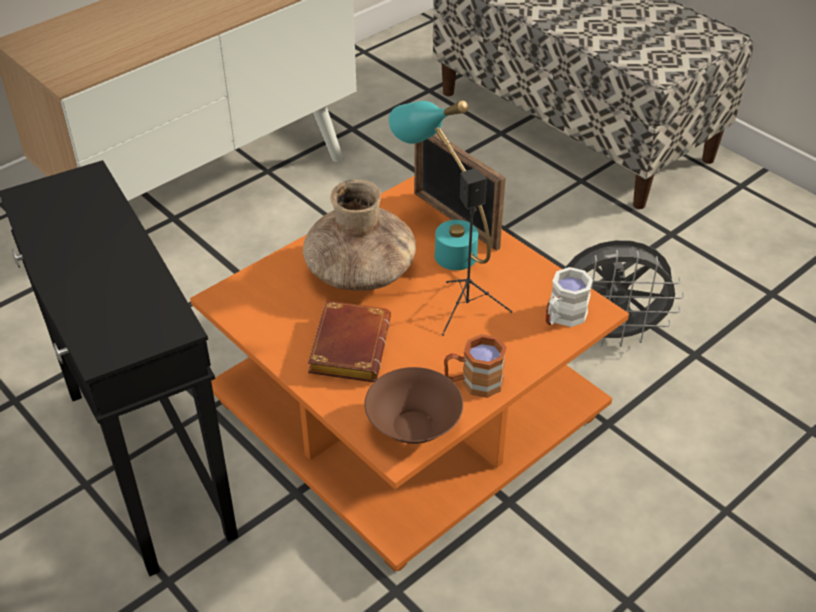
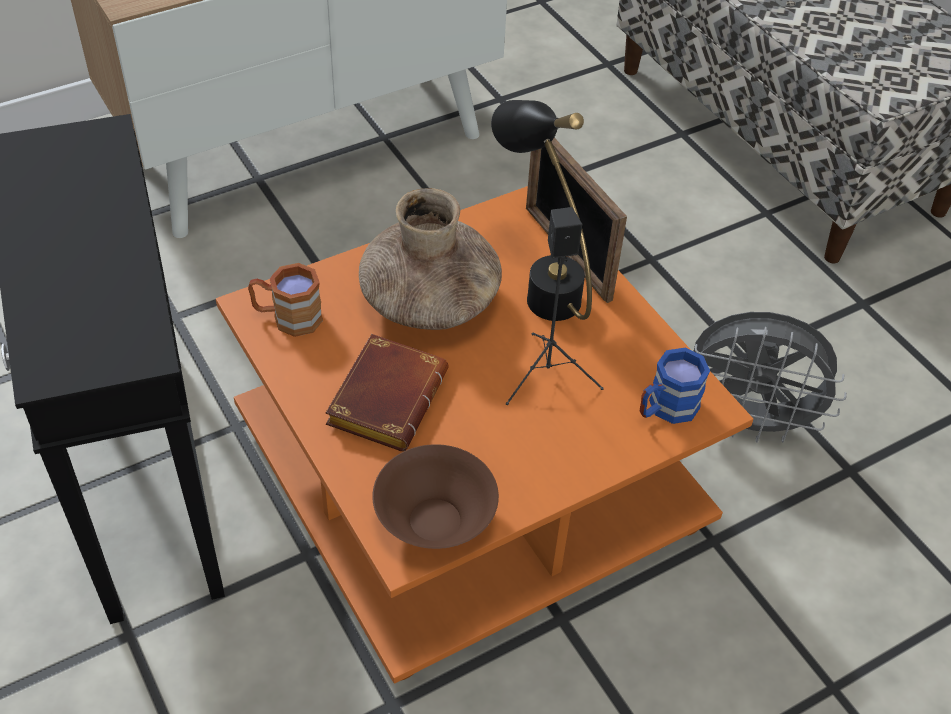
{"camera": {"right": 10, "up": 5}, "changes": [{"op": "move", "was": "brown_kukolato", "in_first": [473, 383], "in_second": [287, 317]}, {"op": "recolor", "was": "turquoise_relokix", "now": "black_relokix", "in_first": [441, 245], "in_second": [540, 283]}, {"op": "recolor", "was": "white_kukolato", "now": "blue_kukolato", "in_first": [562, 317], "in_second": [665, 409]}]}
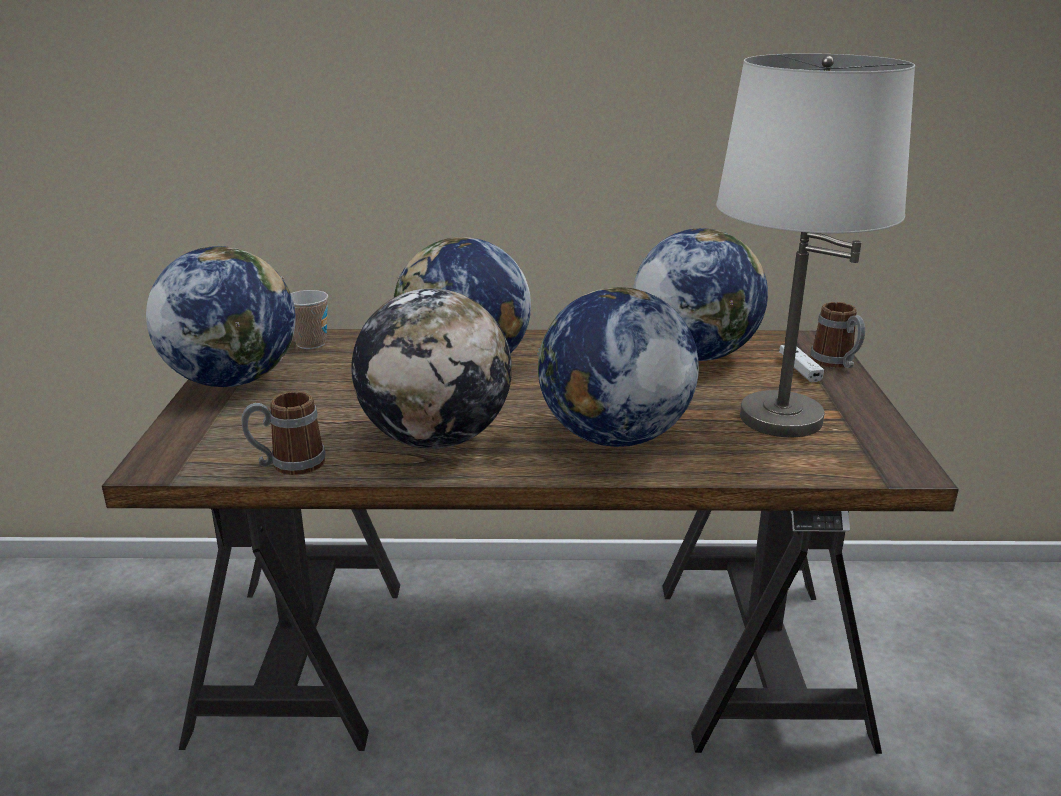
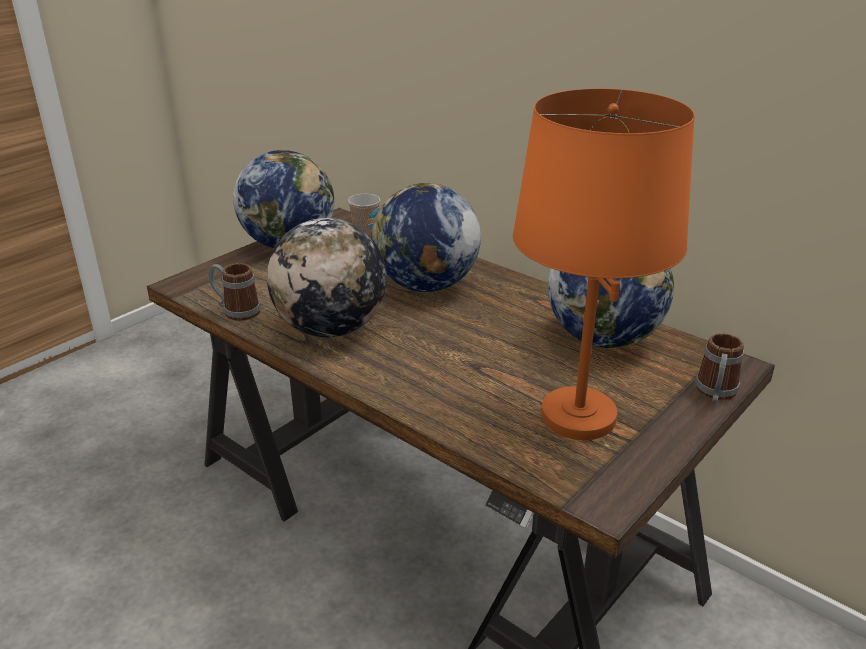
{"camera": {"right": 40, "up": 5}, "changes": [{"op": "delete", "was": "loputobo", "in_first": [613, 437]}, {"op": "delete", "was": "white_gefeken", "in_first": [799, 369]}, {"op": "recolor", "was": "white_relokix", "now": "orange_relokix", "in_first": [780, 419], "in_second": [577, 417]}]}
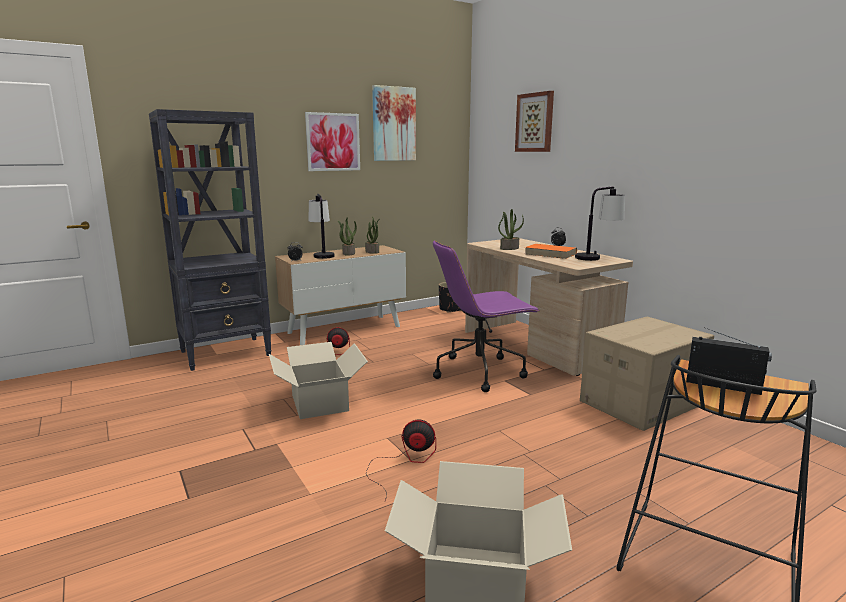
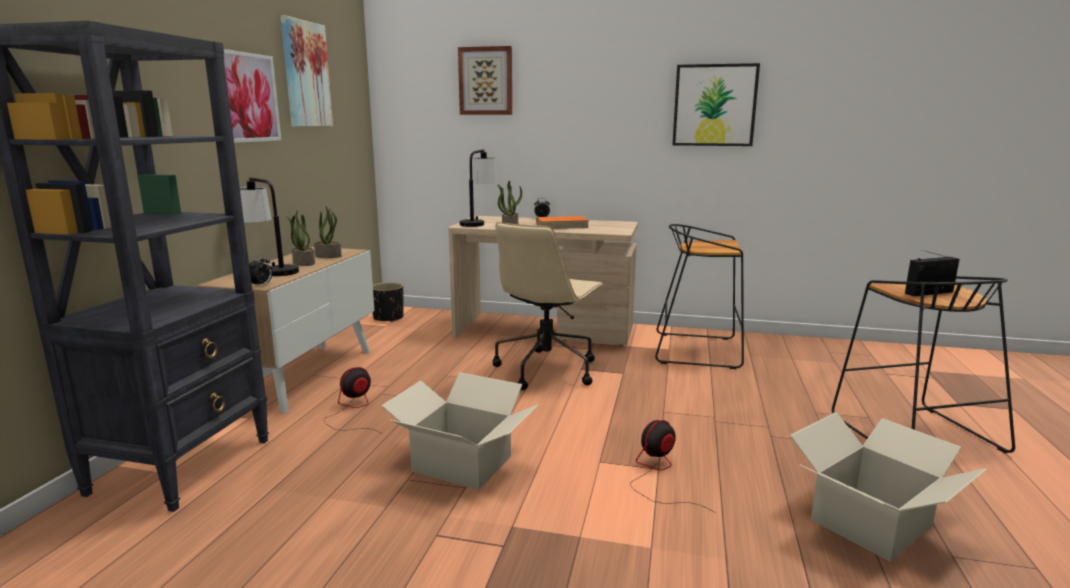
{"camera": {"right": -45, "up": 0}, "changes": [{"op": "insert", "now": "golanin", "in_second": [714, 105]}, {"op": "move", "was": "relokix", "in_first": [597, 257], "in_second": [478, 223]}, {"op": "replace", "was": "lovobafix", "now": "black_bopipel", "in_first": [640, 402], "in_second": [698, 350]}, {"op": "recolor", "was": "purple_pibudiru", "now": "beige_pibudiru", "in_first": [480, 372], "in_second": [546, 369]}]}
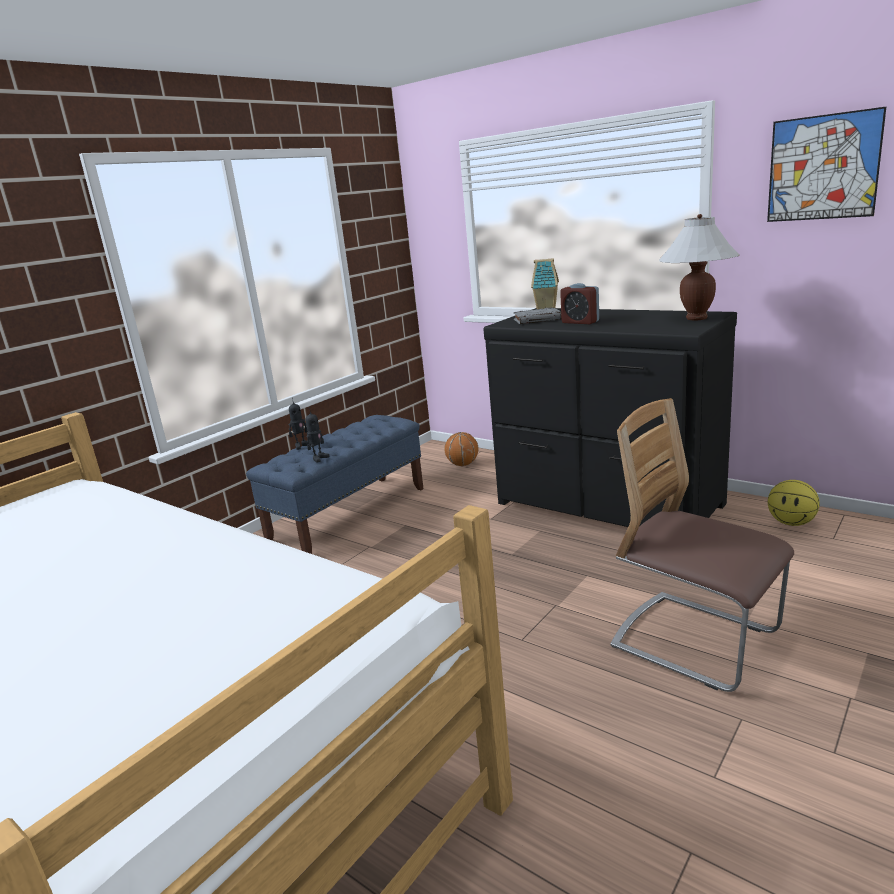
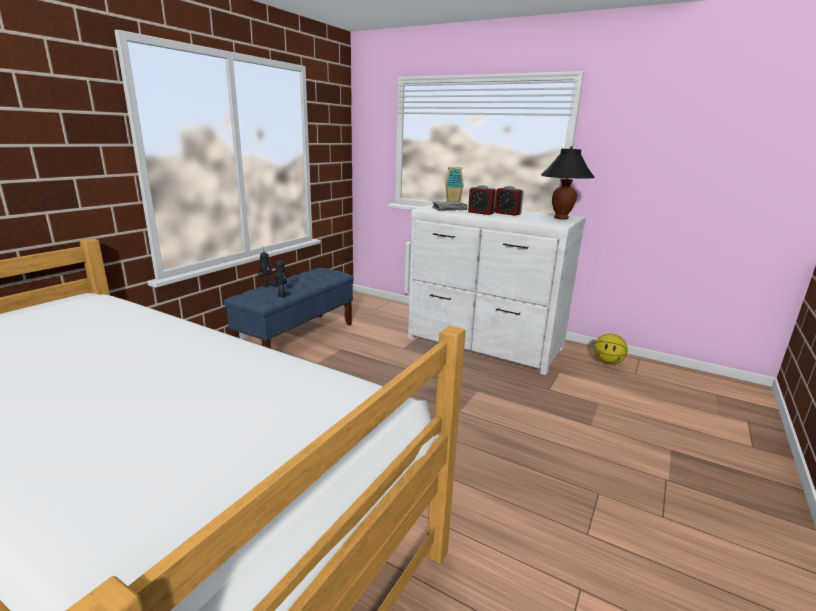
{"camera": {"right": -10, "up": 0}, "changes": [{"op": "delete", "was": "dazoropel", "in_first": [462, 464]}, {"op": "delete", "was": "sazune", "in_first": [695, 641]}, {"op": "delete", "was": "golanin", "in_first": [823, 168]}, {"op": "insert", "now": "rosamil", "in_second": [507, 213]}, {"op": "recolor", "was": "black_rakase", "now": "white_rakase", "in_first": [607, 505], "in_second": [484, 344]}, {"op": "recolor", "was": "white_relokix", "now": "black_relokix", "in_first": [696, 318], "in_second": [560, 218]}]}
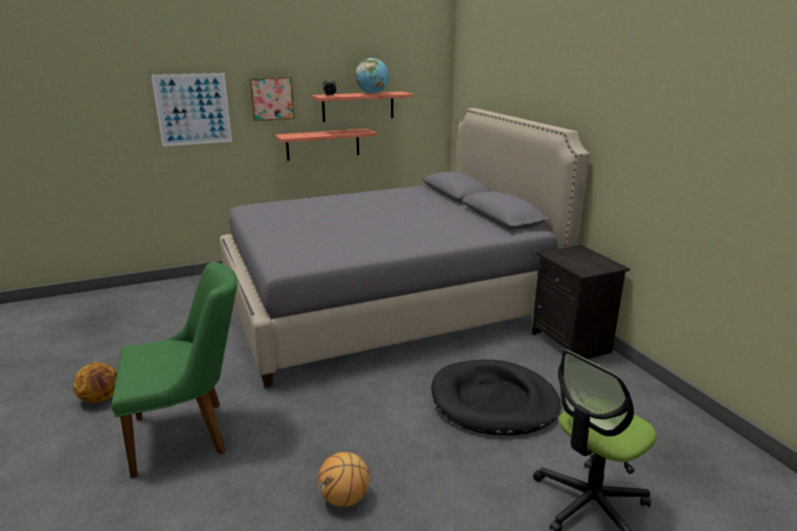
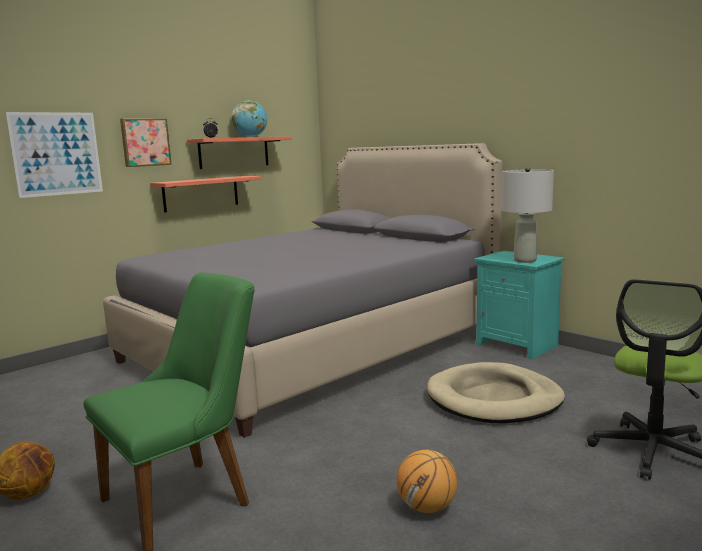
{"camera": {"right": -20, "up": -10}, "changes": [{"op": "insert", "now": "grey_relokix", "in_second": [524, 260]}, {"op": "recolor", "was": "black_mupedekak", "now": "beige_mupedekak", "in_first": [493, 402], "in_second": [494, 399]}, {"op": "recolor", "was": "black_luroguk", "now": "turquoise_luroguk", "in_first": [572, 343], "in_second": [518, 345]}]}
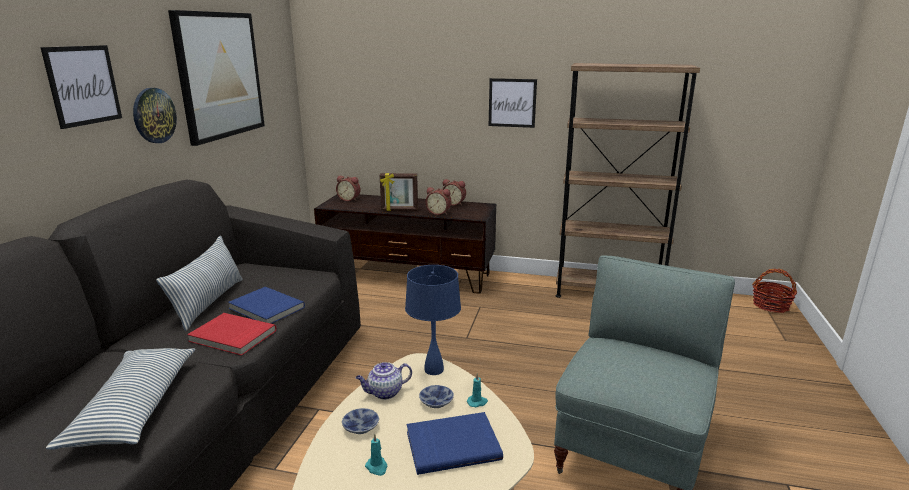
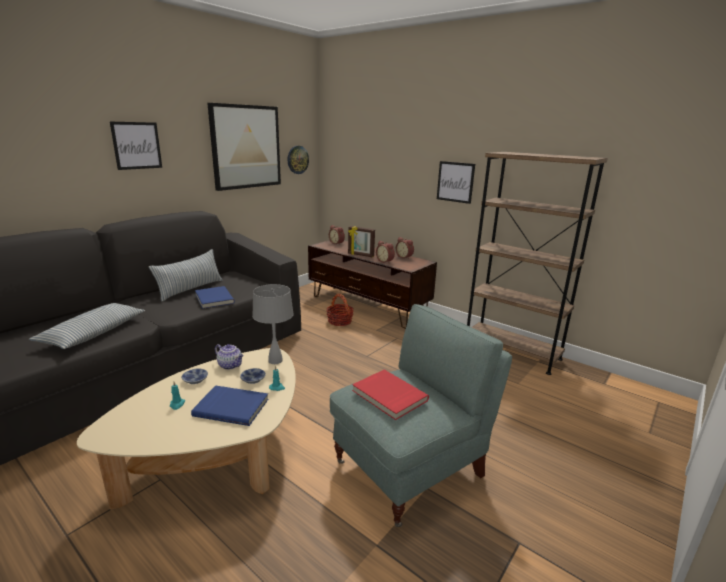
{"camera": {"right": 25, "up": 0}, "changes": [{"op": "move", "was": "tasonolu", "in_first": [154, 115], "in_second": [297, 159]}, {"op": "move", "was": "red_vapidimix", "in_first": [232, 337], "in_second": [388, 396]}, {"op": "move", "was": "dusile", "in_first": [771, 305], "in_second": [340, 321]}, {"op": "recolor", "was": "blue_relokix", "now": "grey_relokix", "in_first": [433, 369], "in_second": [275, 360]}, {"op": "rotate", "was": "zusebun", "in_first": [384, 393], "in_second": [230, 365], "clockwise": -150}]}
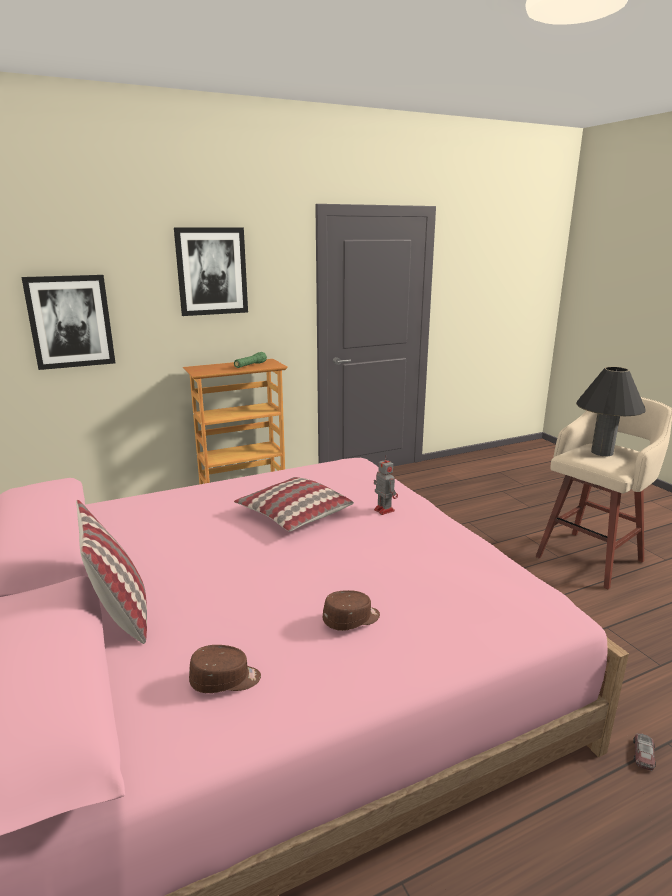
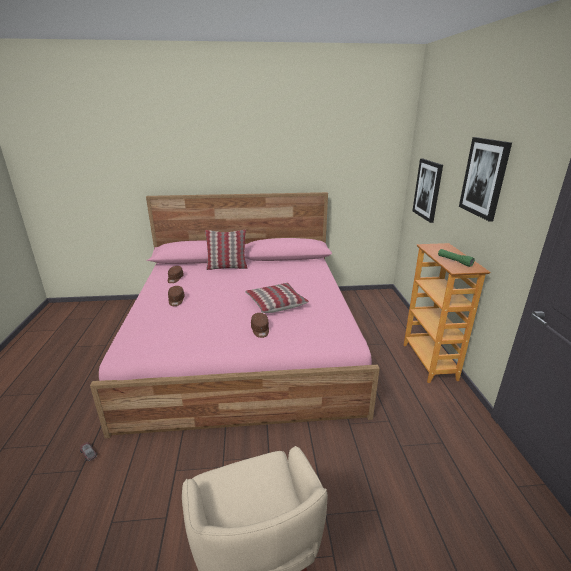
{"camera": {"right": 110, "up": 5}, "changes": [{"op": "delete", "was": "black_relokix", "in_first": [602, 452]}, {"op": "replace", "was": "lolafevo", "now": "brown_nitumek", "in_first": [383, 510], "in_second": [260, 330]}]}
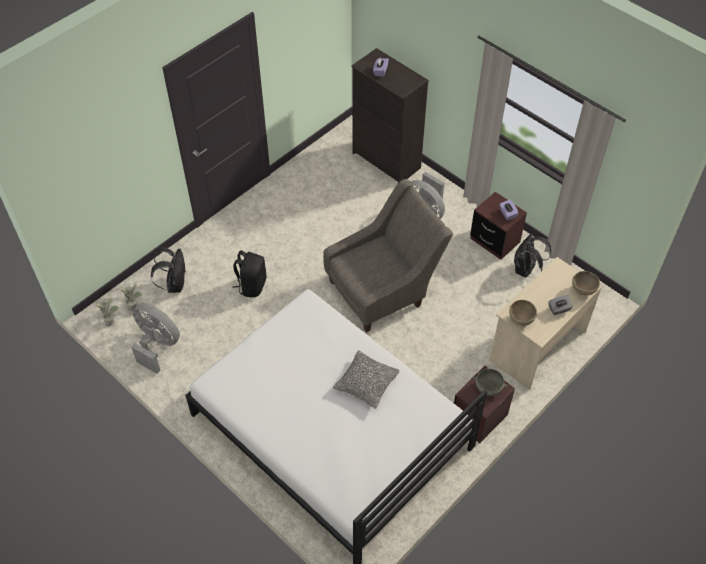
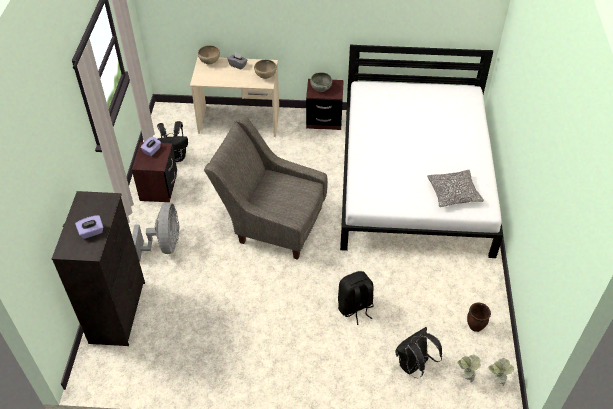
{"camera": {"right": -130, "up": -5}, "changes": [{"op": "move", "was": "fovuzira", "in_first": [366, 383], "in_second": [453, 193]}, {"op": "replace", "was": "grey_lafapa", "now": "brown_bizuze", "in_first": [157, 345], "in_second": [475, 326]}]}
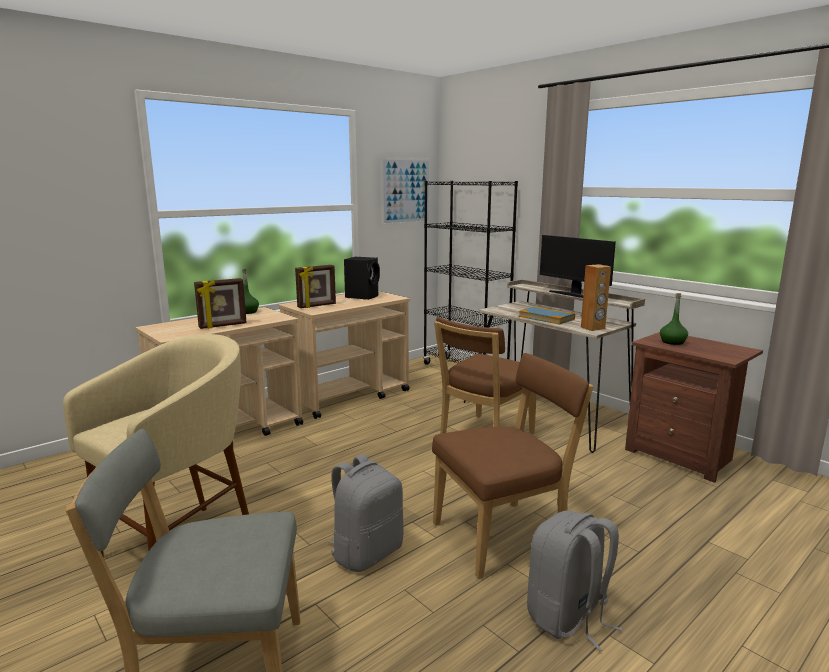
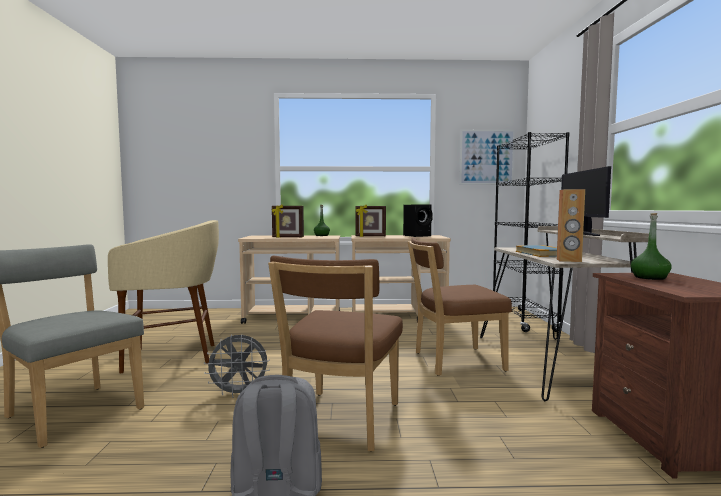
{"camera": {"right": 40, "up": -10}, "changes": [{"op": "replace", "was": "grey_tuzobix", "now": "grey_lafapa", "in_first": [366, 553], "in_second": [239, 393]}, {"op": "rotate", "was": "brown_sazune", "in_first": [504, 536], "in_second": [340, 422], "clockwise": 90}]}
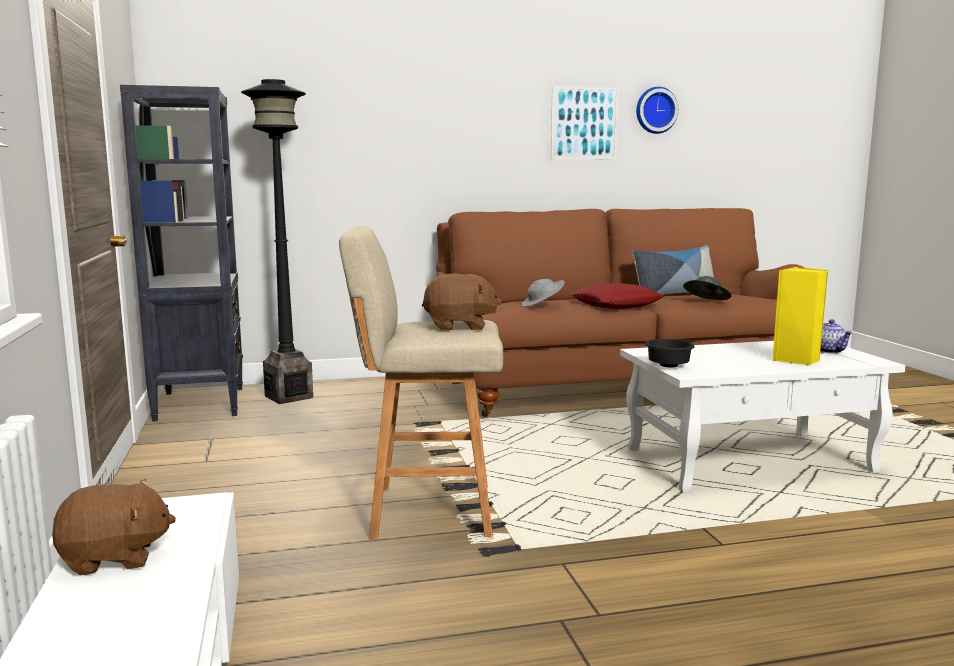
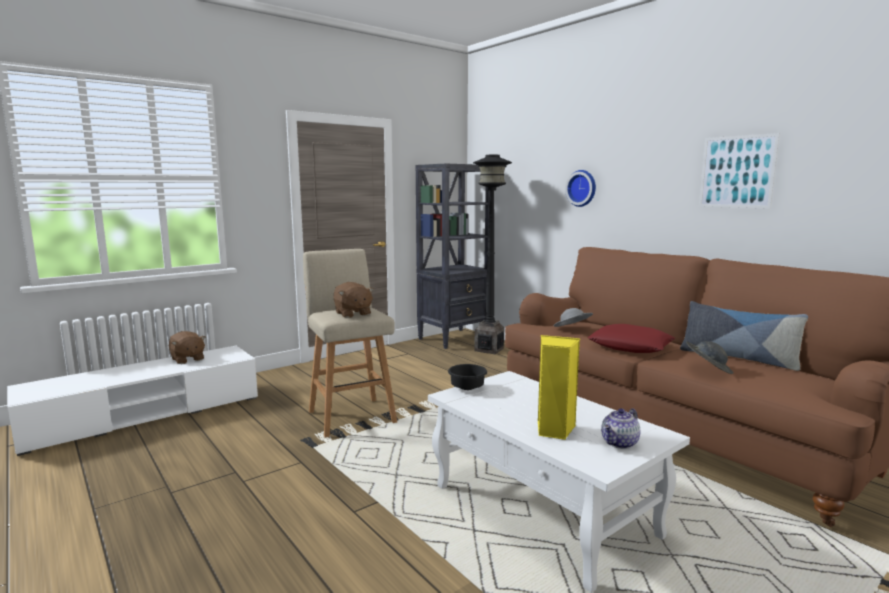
{"camera": {"right": 65, "up": 0}, "changes": [{"op": "move", "was": "tasonolu", "in_first": [655, 110], "in_second": [582, 188]}]}
